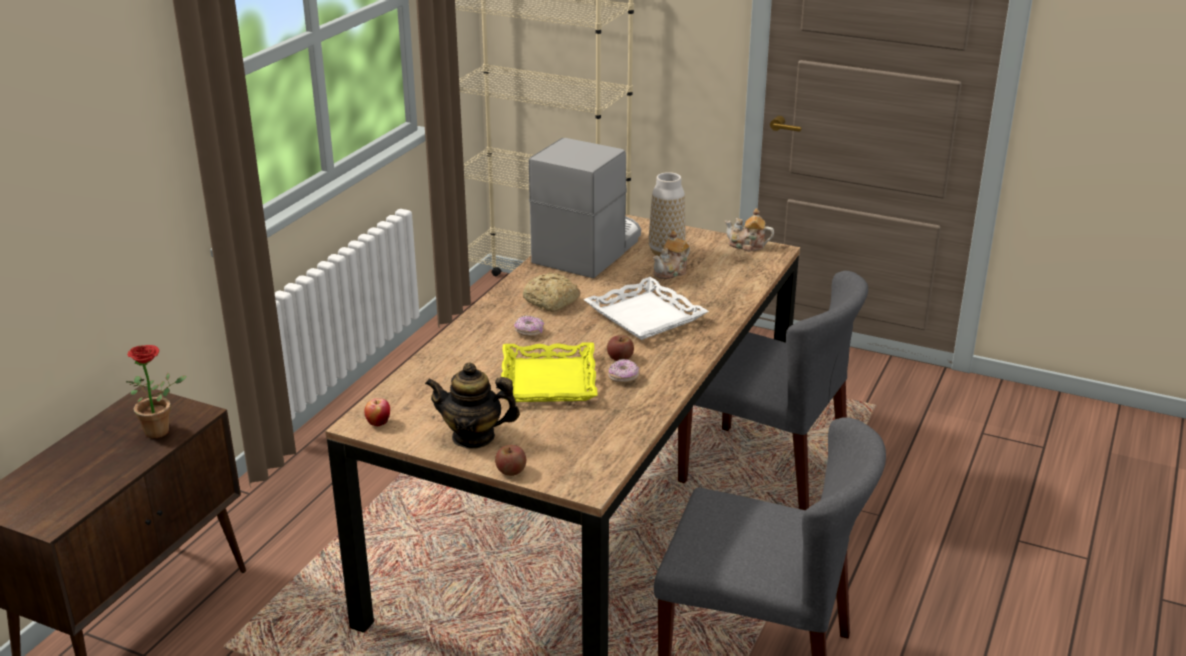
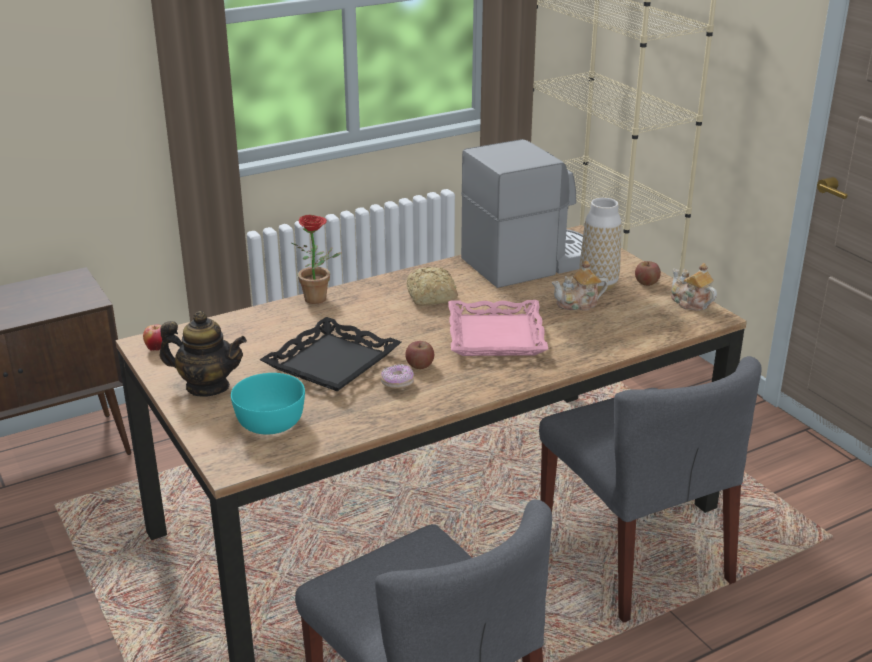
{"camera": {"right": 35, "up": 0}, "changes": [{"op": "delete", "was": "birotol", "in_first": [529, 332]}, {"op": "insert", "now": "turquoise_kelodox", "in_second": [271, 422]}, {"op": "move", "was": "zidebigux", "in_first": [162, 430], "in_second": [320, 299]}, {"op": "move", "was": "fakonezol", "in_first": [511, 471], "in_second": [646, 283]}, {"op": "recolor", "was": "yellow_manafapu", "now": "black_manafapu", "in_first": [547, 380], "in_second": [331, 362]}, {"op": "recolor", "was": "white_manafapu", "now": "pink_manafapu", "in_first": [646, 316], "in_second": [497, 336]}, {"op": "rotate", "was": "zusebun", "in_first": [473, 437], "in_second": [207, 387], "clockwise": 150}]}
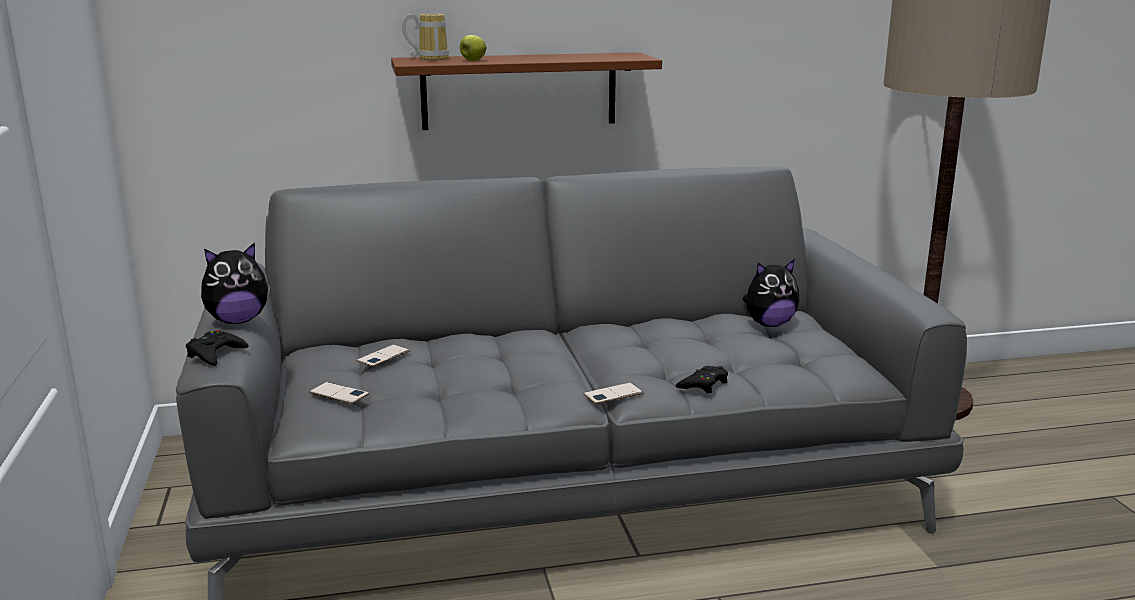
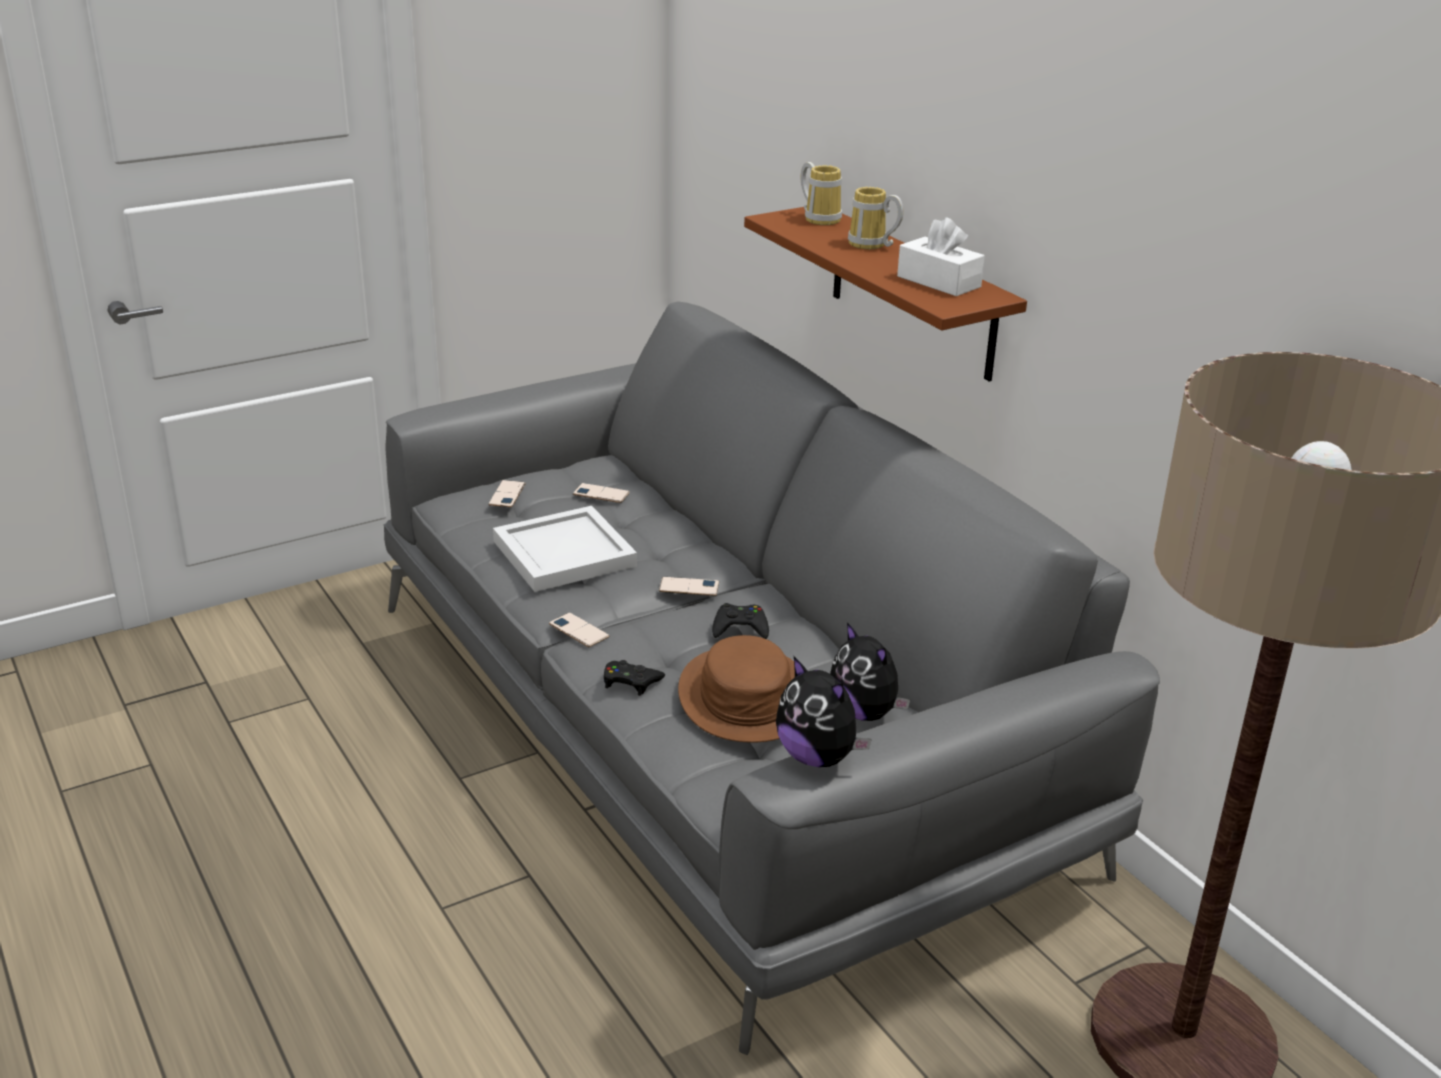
{"camera": {"right": 70, "up": 10}, "changes": [{"op": "delete", "was": "fakonezol", "in_first": [472, 61]}, {"op": "insert", "now": "white_manafapu", "in_second": [565, 552]}, {"op": "insert", "now": "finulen", "in_second": [689, 587]}, {"op": "insert", "now": "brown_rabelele", "in_second": [745, 697]}, {"op": "insert", "now": "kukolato", "in_second": [870, 245]}, {"op": "insert", "now": "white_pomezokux", "in_second": [938, 282]}, {"op": "move", "was": "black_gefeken", "in_first": [215, 354], "in_second": [740, 628]}, {"op": "move", "was": "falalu", "in_first": [238, 321], "in_second": [818, 757]}]}
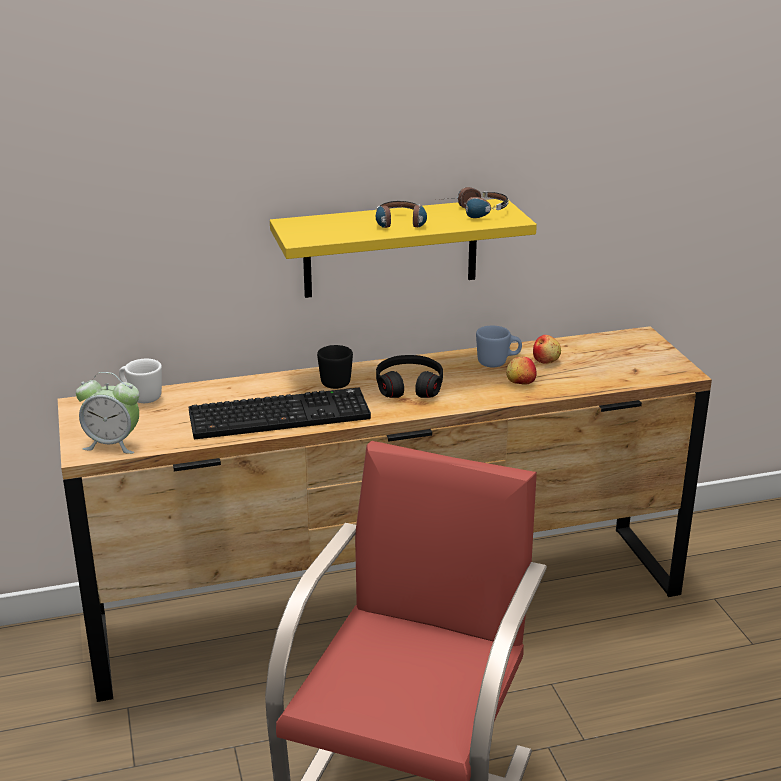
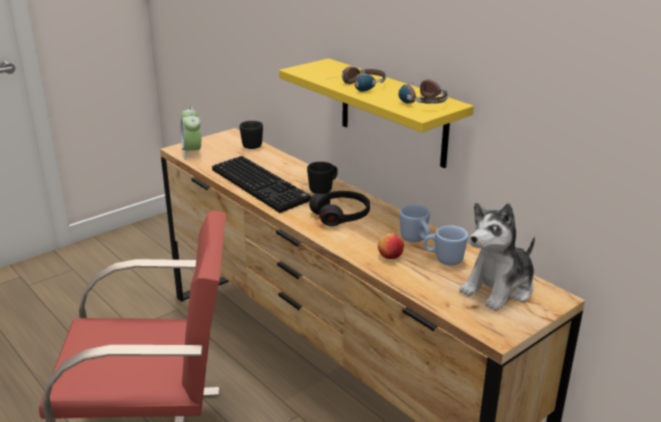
{"camera": {"right": 65, "up": 0}, "changes": [{"op": "insert", "now": "falalu", "in_second": [499, 289]}, {"op": "replace", "was": "fakonezol", "now": "blue_kukolato", "in_first": [546, 360], "in_second": [443, 259]}, {"op": "recolor", "was": "white_kukolato", "now": "black_kukolato", "in_first": [141, 397], "in_second": [252, 145]}]}
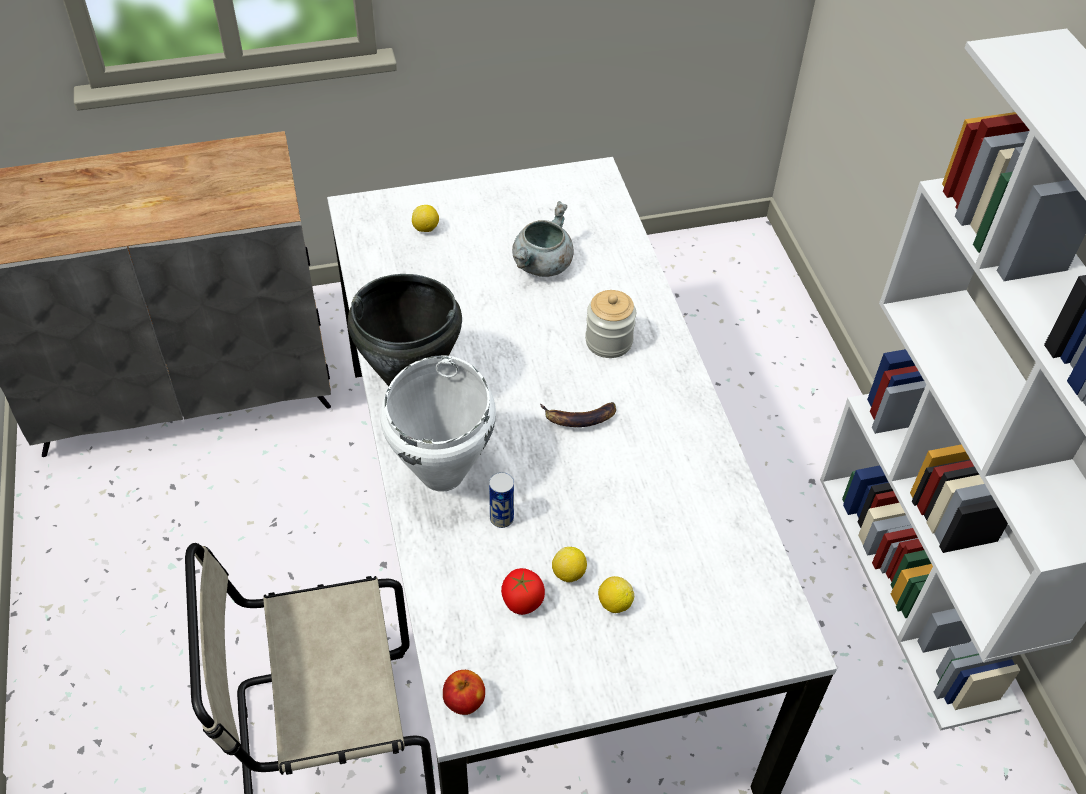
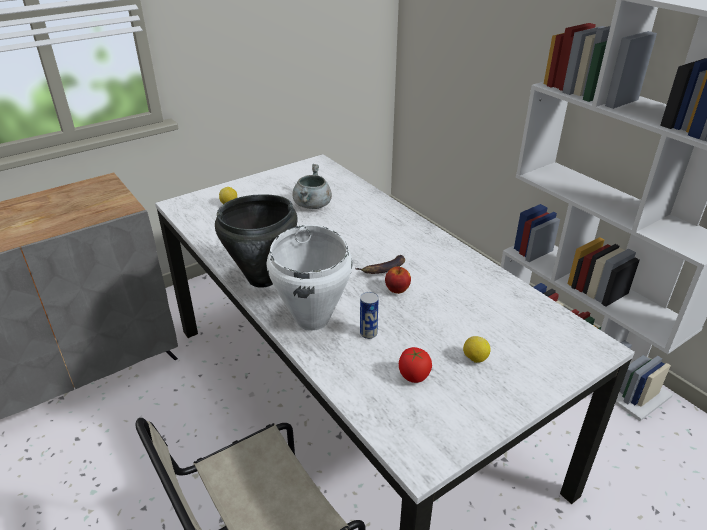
{"camera": {"right": -20, "up": -15}, "changes": [{"op": "delete", "was": "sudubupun", "in_first": [569, 574]}, {"op": "delete", "was": "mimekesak", "in_first": [608, 341]}, {"op": "move", "was": "fakonezol", "in_first": [464, 701], "in_second": [397, 289]}]}
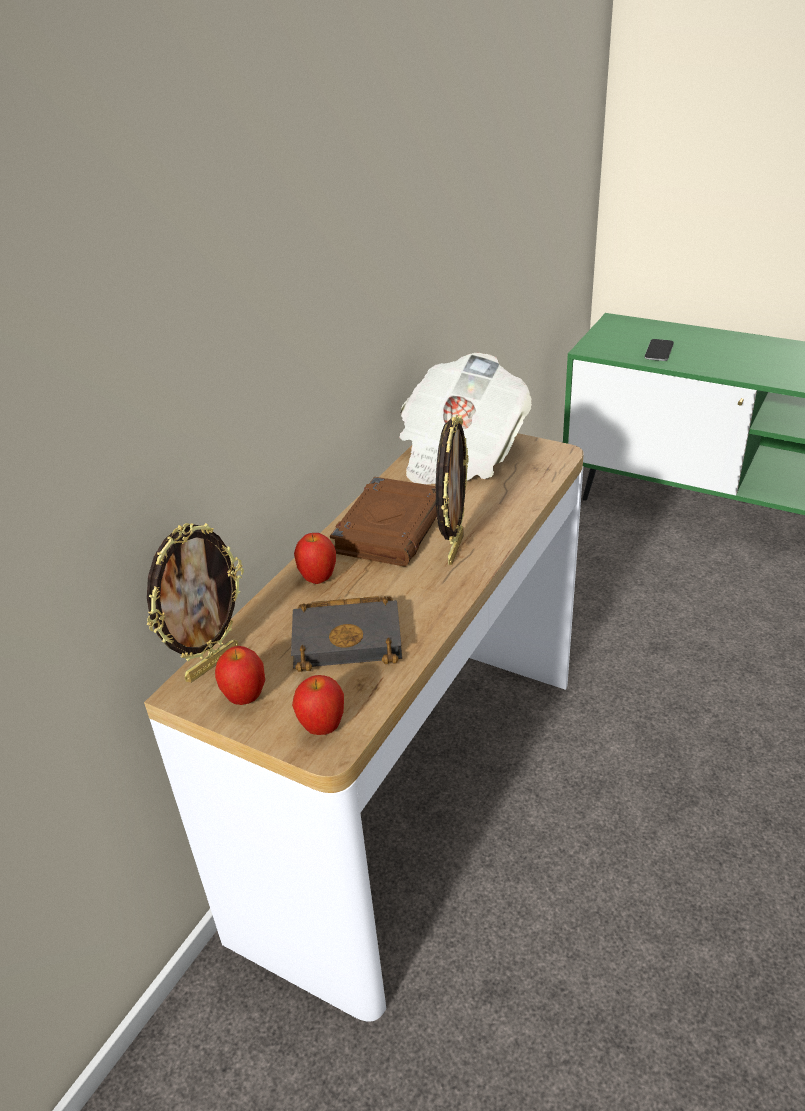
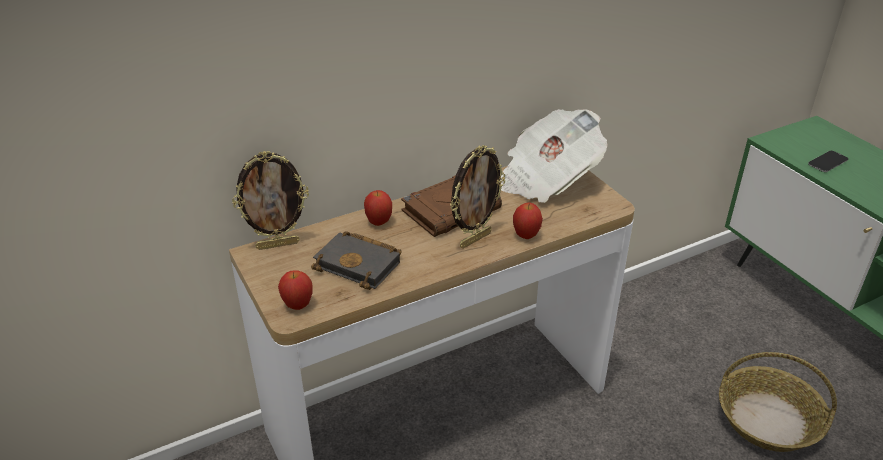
{"camera": {"right": 30, "up": 0}, "changes": [{"op": "insert", "now": "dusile", "in_second": [769, 419]}, {"op": "move", "was": "fakonezol", "in_first": [245, 697], "in_second": [526, 236]}]}
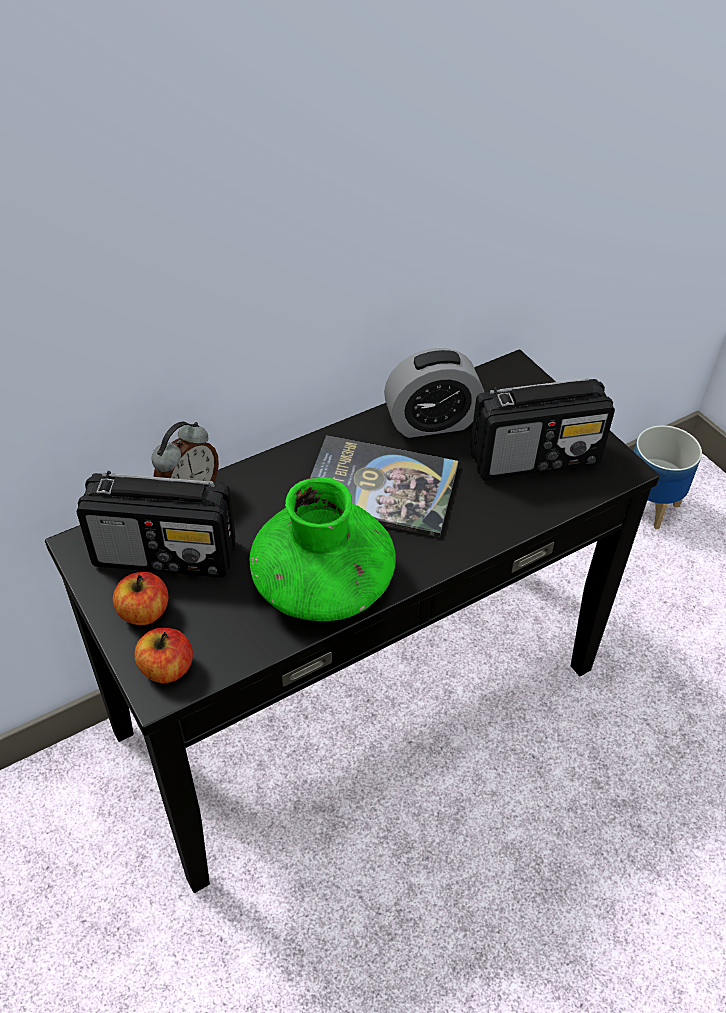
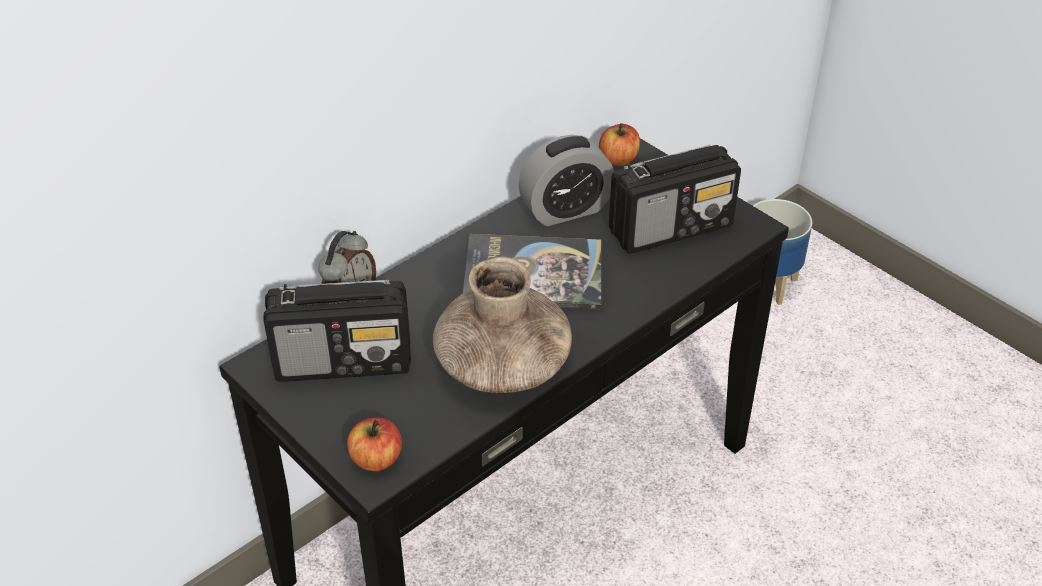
{"camera": {"right": -10, "up": -5}, "changes": [{"op": "move", "was": "fakonezol", "in_first": [144, 612], "in_second": [618, 159]}, {"op": "recolor", "was": "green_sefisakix", "now": "brown_sefisakix", "in_first": [323, 584], "in_second": [503, 365]}]}
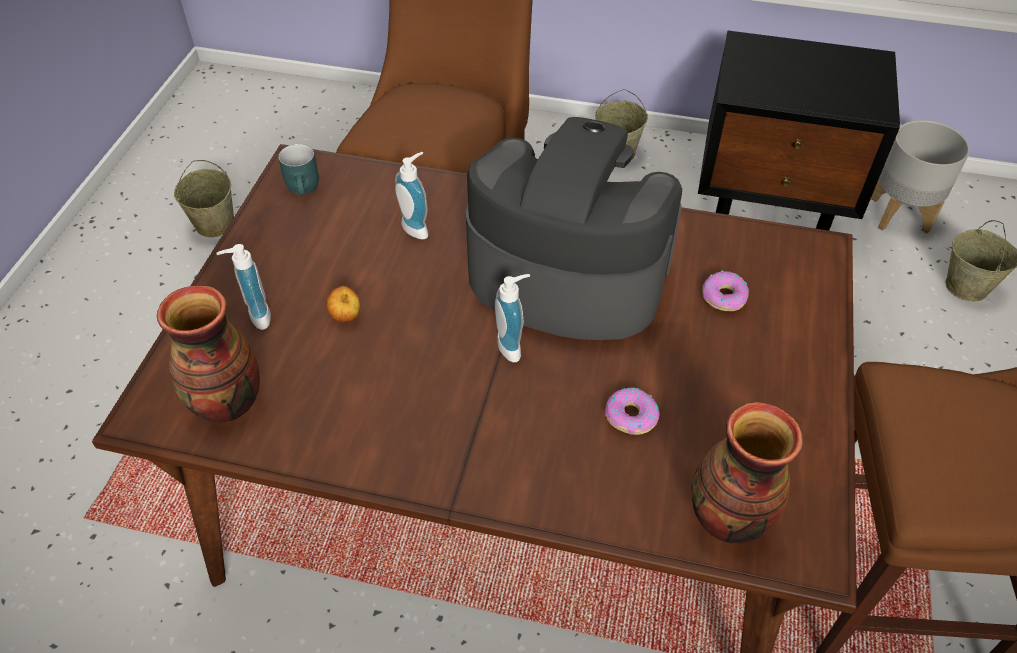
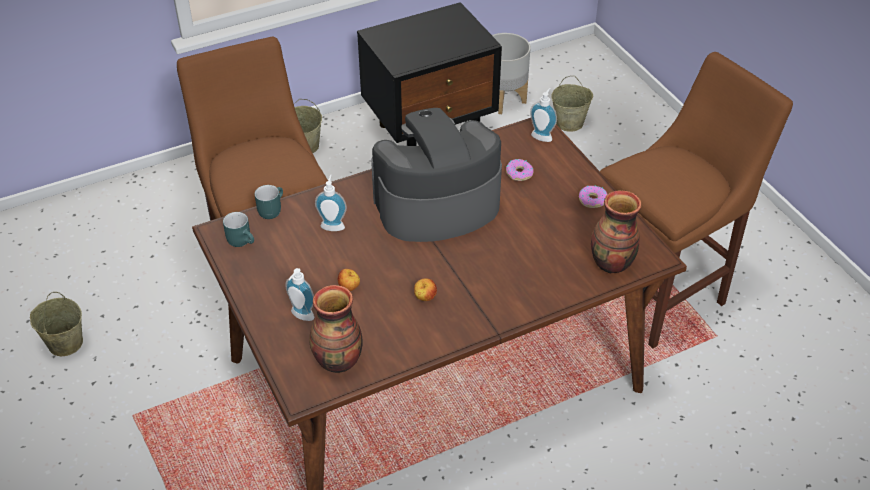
{"camera": {"right": -40, "up": -5}, "changes": [{"op": "insert", "now": "turquoise_kukolato", "in_second": [270, 209]}, {"op": "insert", "now": "fakonezol", "in_second": [425, 298]}, {"op": "move", "was": "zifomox", "in_first": [513, 346], "in_second": [542, 136]}, {"op": "move", "was": "birotol", "in_first": [631, 416], "in_second": [592, 200]}]}
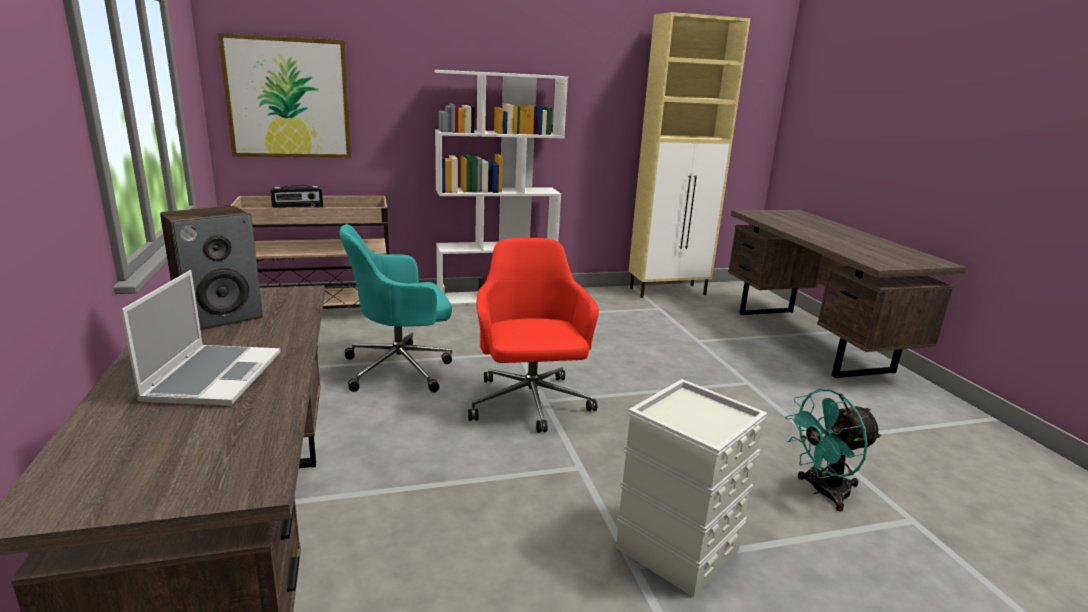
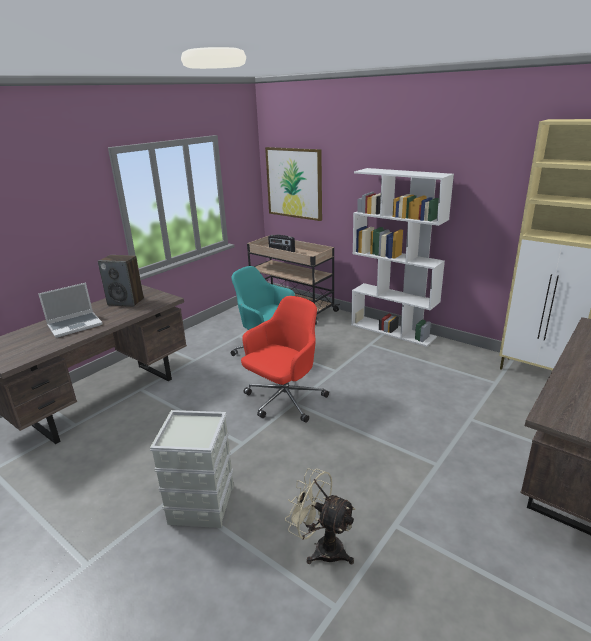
{"camera": {"right": 55, "up": 5}, "changes": [{"op": "recolor", "was": "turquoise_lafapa", "now": "beige_lafapa", "in_first": [822, 492], "in_second": [322, 547]}]}
